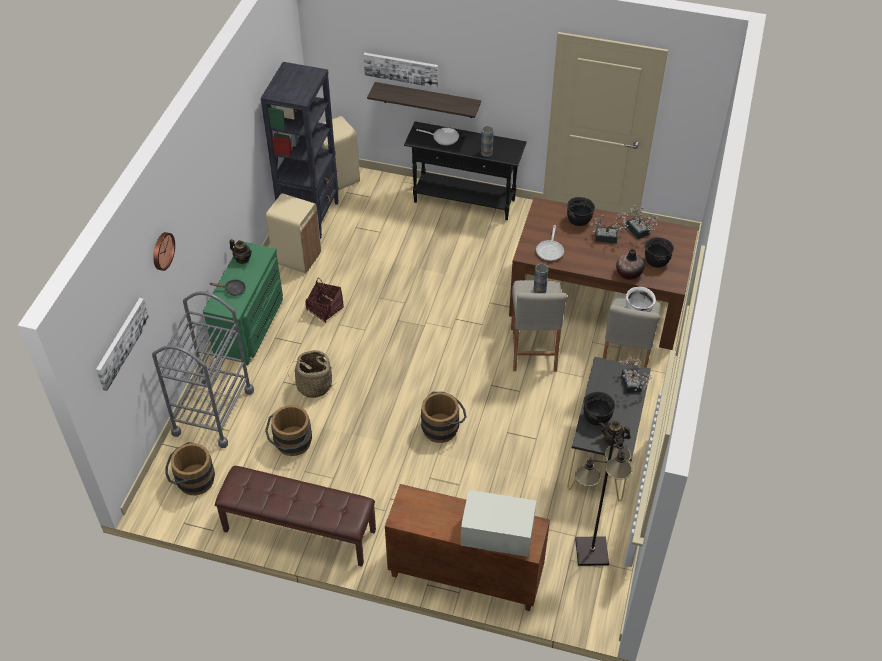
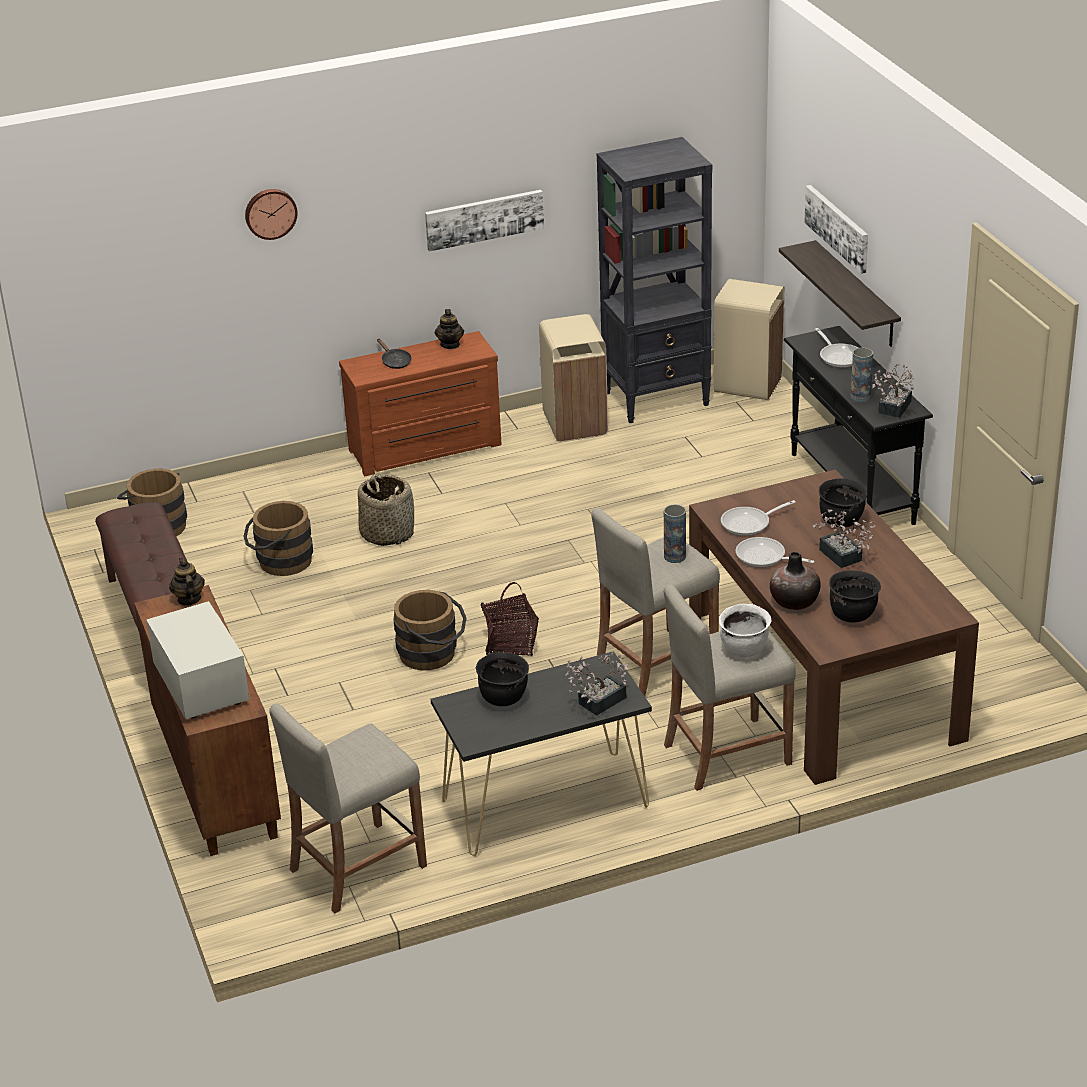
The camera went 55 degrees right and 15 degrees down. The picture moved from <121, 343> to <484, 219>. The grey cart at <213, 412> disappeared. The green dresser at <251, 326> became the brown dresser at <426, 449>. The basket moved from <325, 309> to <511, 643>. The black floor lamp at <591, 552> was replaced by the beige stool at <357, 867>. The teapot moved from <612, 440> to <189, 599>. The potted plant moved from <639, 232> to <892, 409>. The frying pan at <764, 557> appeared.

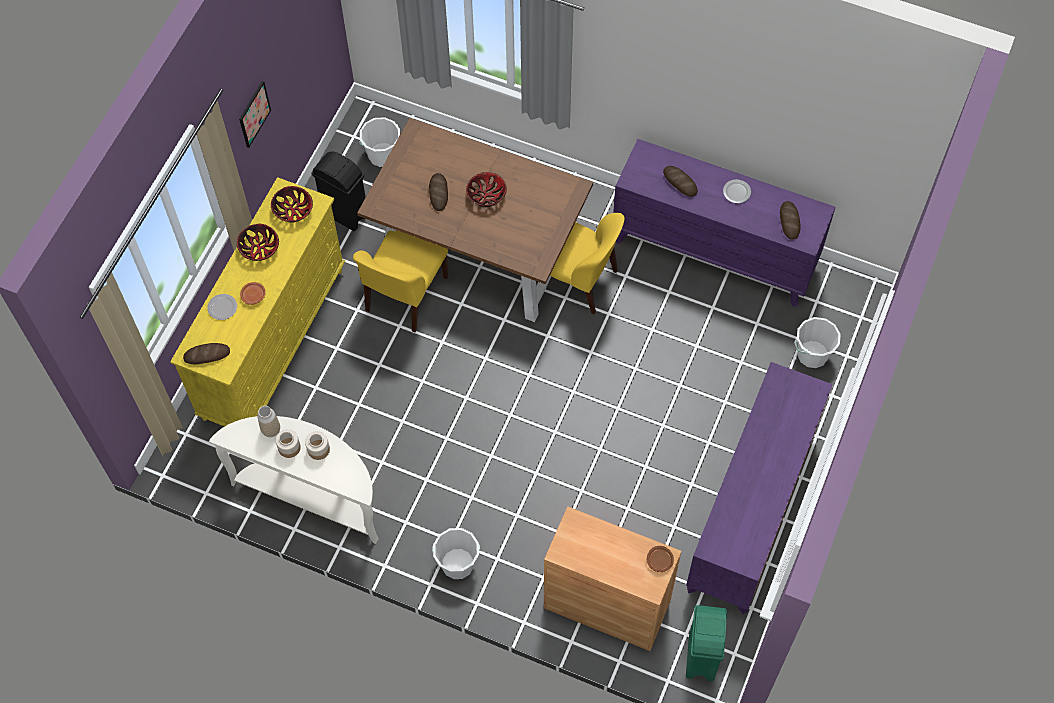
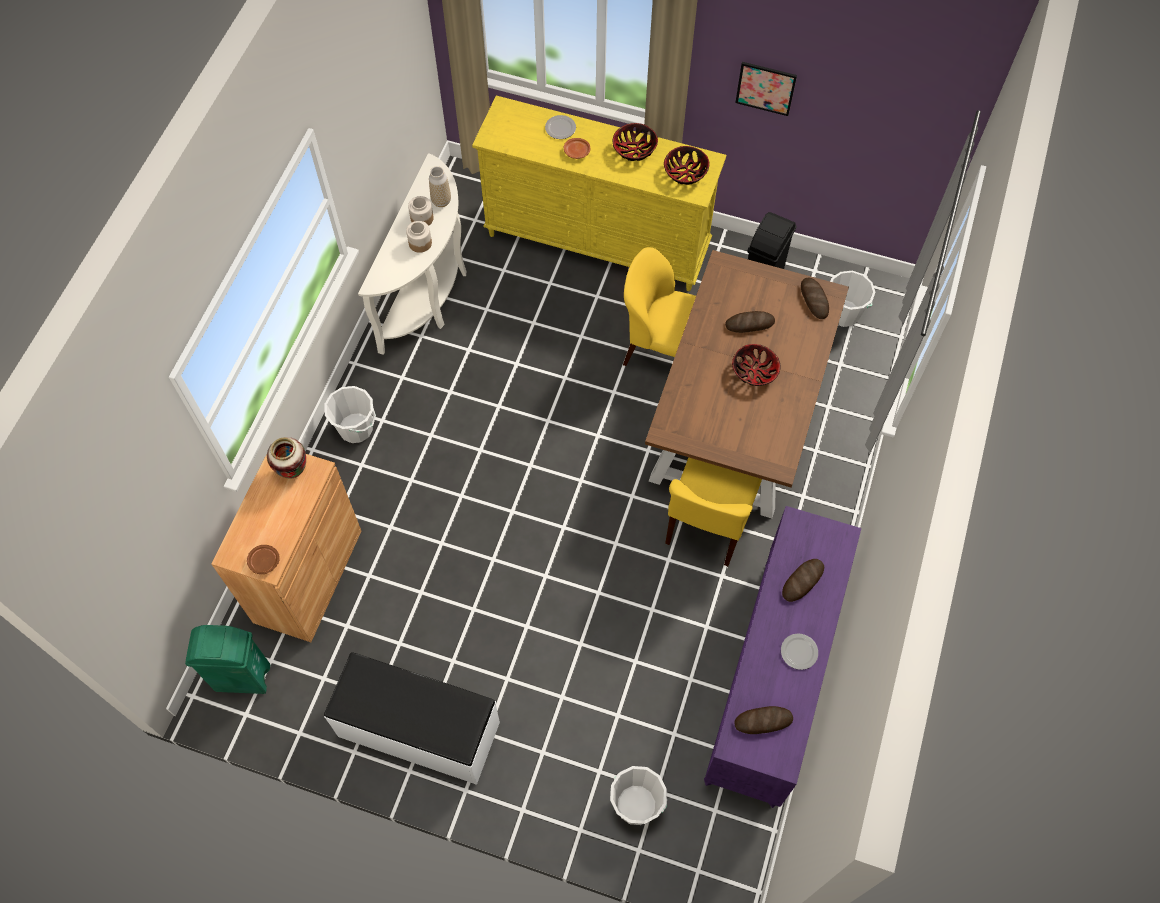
The camera went 85 degrees right and 0 degrees up. The bread moved from <207, 355> to <814, 300>. The purple dresser at <751, 512> was replaced by the white bench at <418, 730>. The vase at <293, 471> appeared.

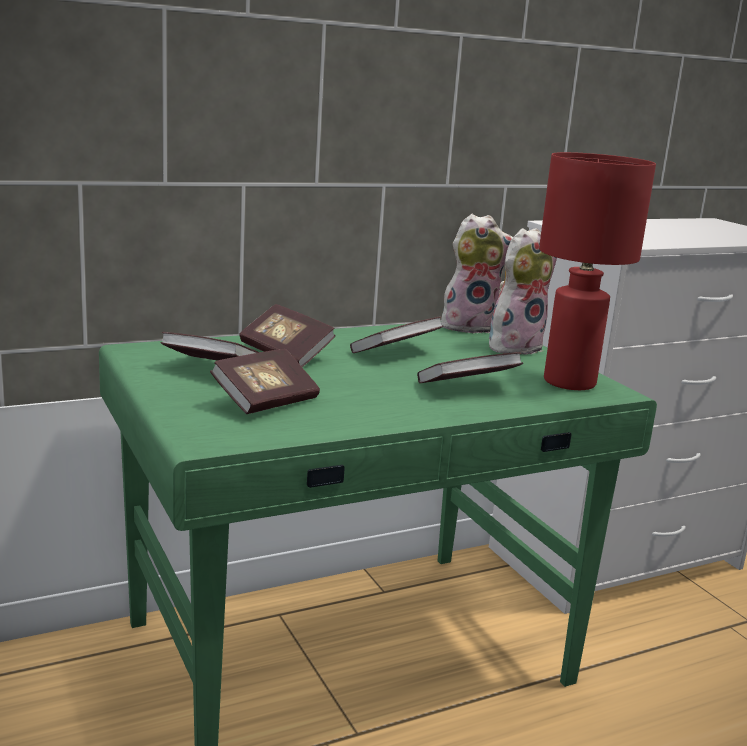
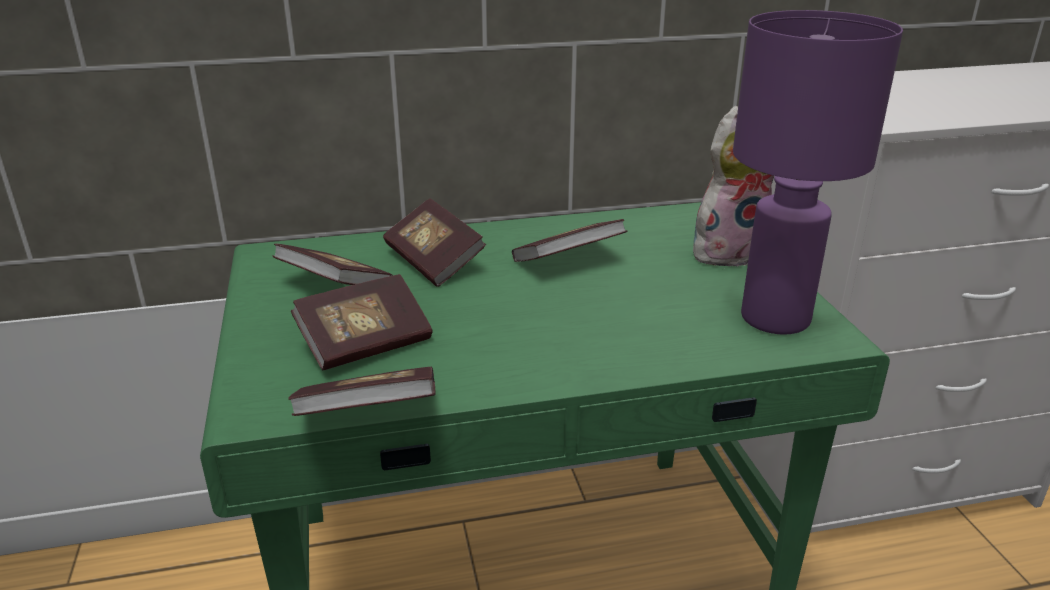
The camera went 15 degrees right and 10 degrees up. The book moved from <467, 387> to <368, 416>. The plush toy at <470, 326> disappeared. The red table lamp at <570, 383> became the purple table lamp at <776, 319>.

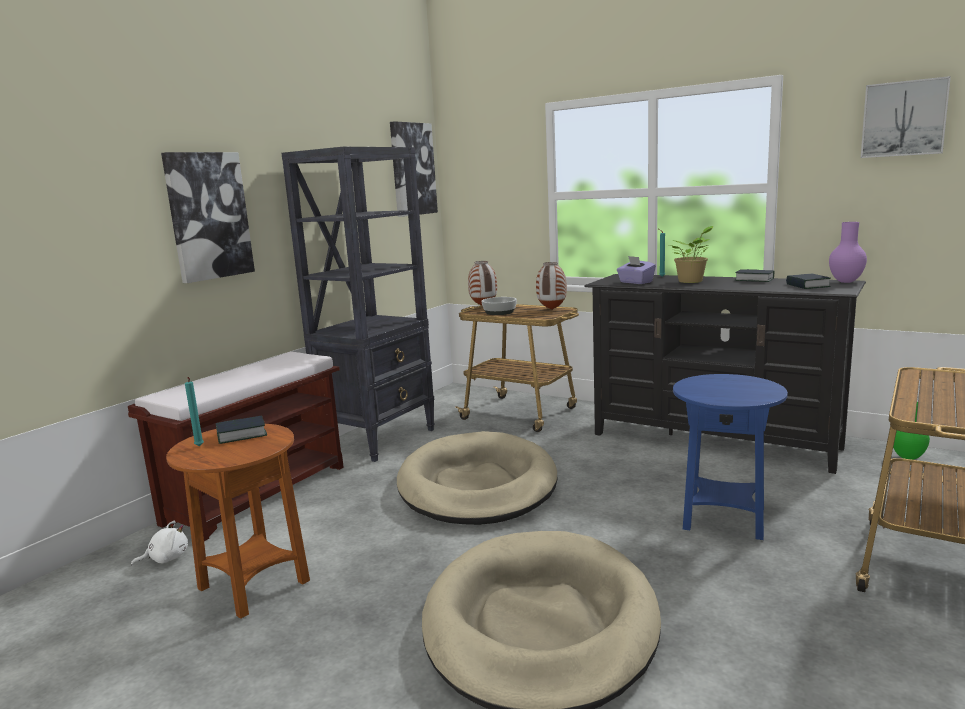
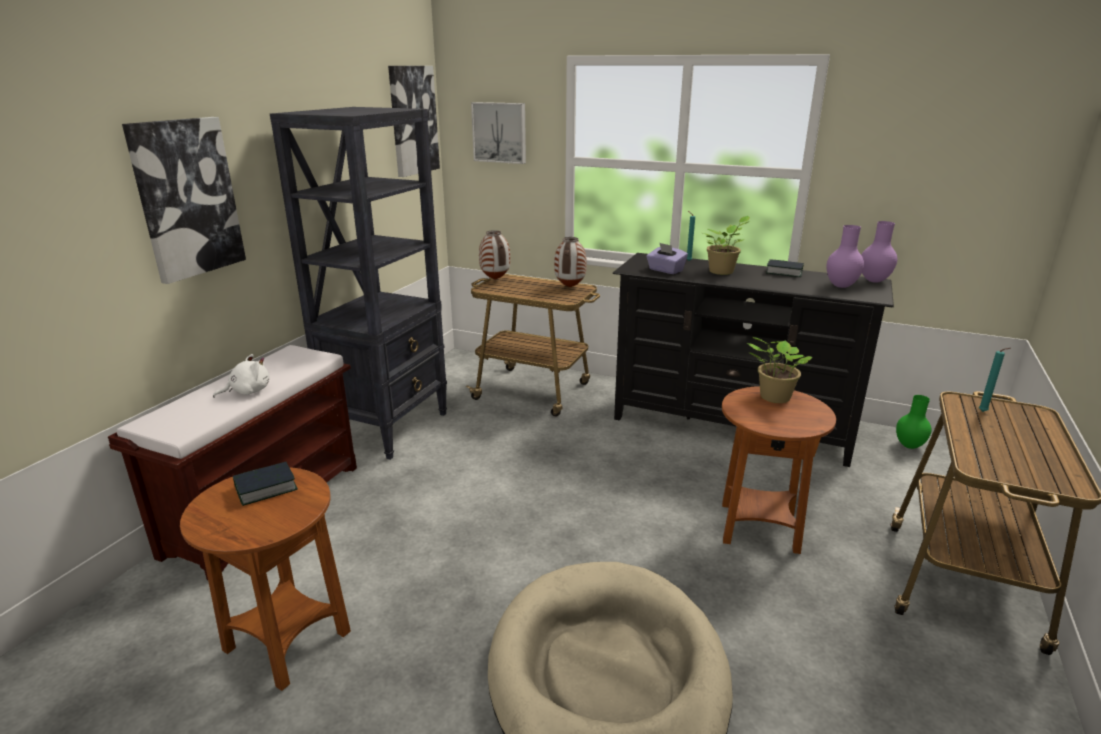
The camera went 10 degrees left and 10 degrees up. The white plush toy moved from <166, 558> to <248, 391>. The turquoise candle moved from <199, 446> to <984, 412>. The beige dog bed at <477, 485> disappeared. The bowl at <500, 312> disappeared. The blue side table at <724, 519> became the brown side table at <759, 528>. The book at <807, 286> was replaced by the purple vase at <840, 286>. The picture moved from <904, 119> to <500, 132>. The potted plant at <773, 397> appeared.

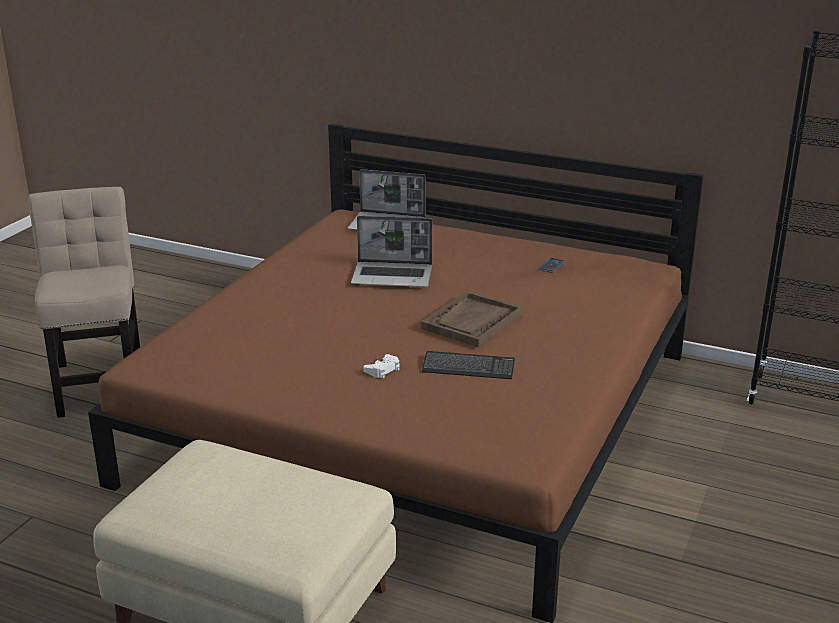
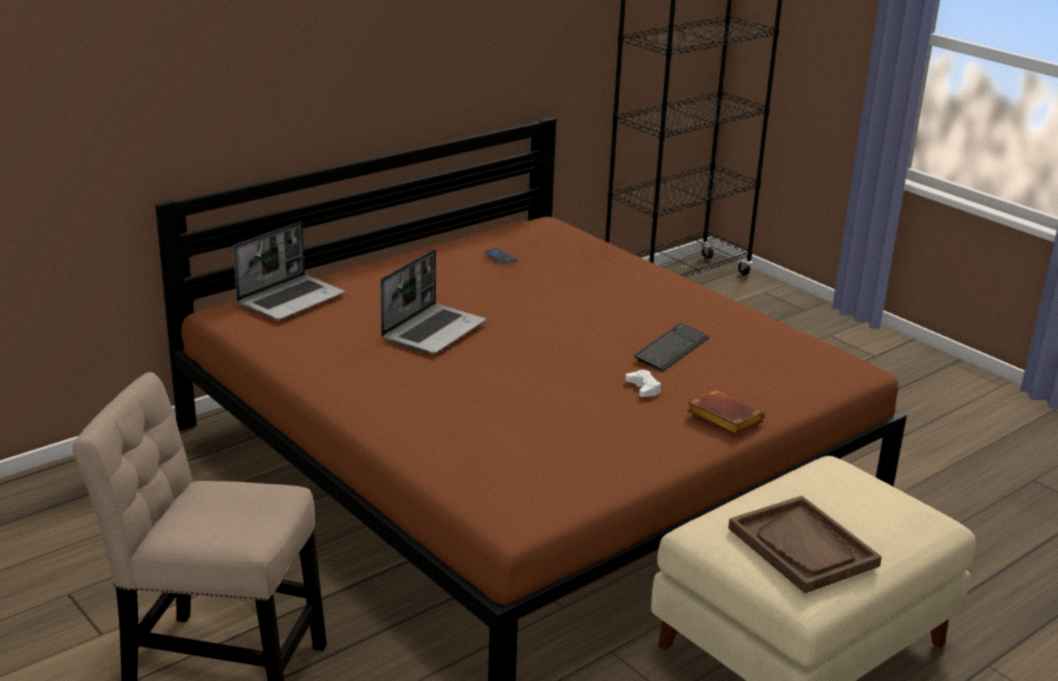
The camera went 65 degrees left and 0 degrees up. The brown tray moved from <472, 321> to <803, 547>. The brown book at <721, 418> appeared.

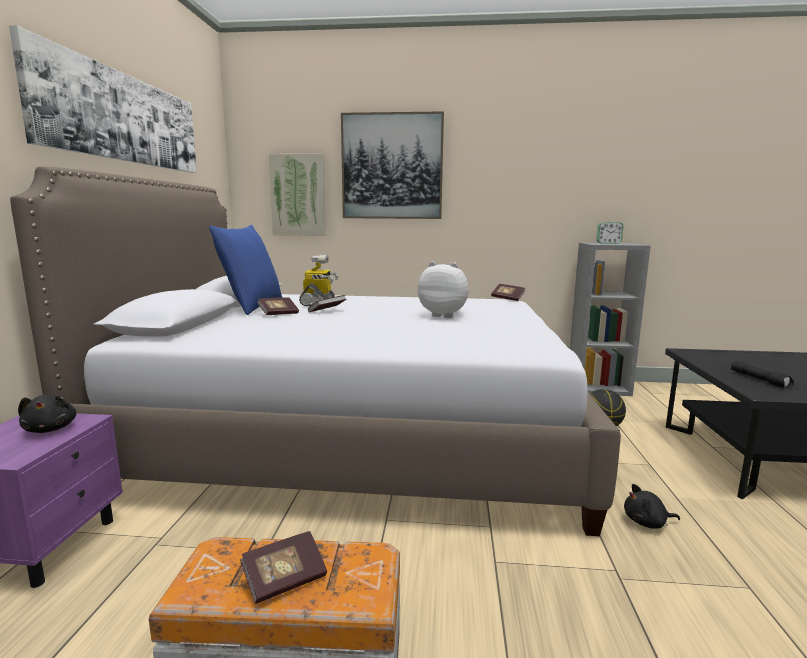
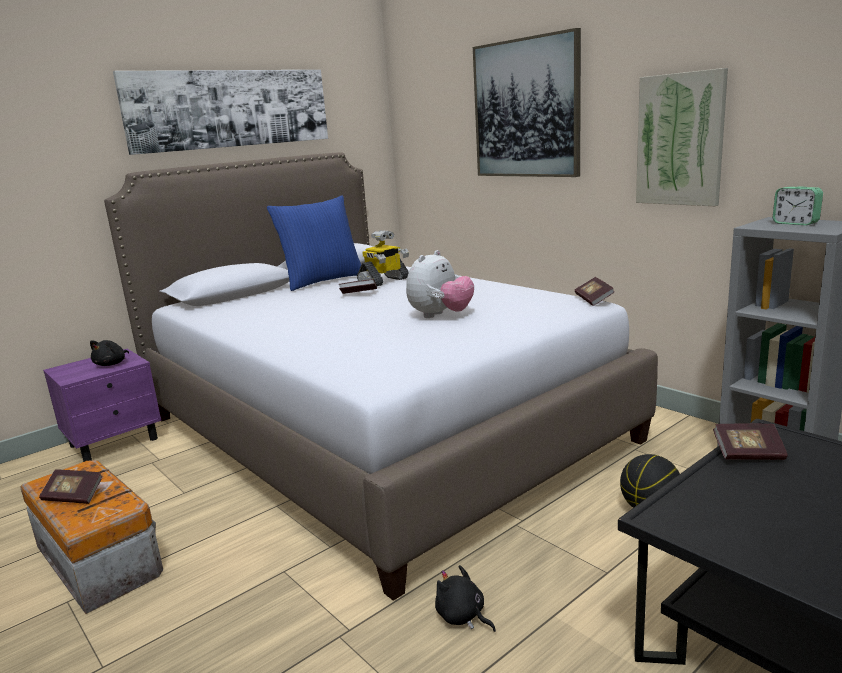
The camera went 45 degrees right and 5 degrees up. The book moved from <278, 314> to <748, 454>. The picture moved from <298, 195> to <680, 140>. The plush toy at <444, 315> turned 60 degrees clockwise. The black flashlight at <760, 379> disappeared.

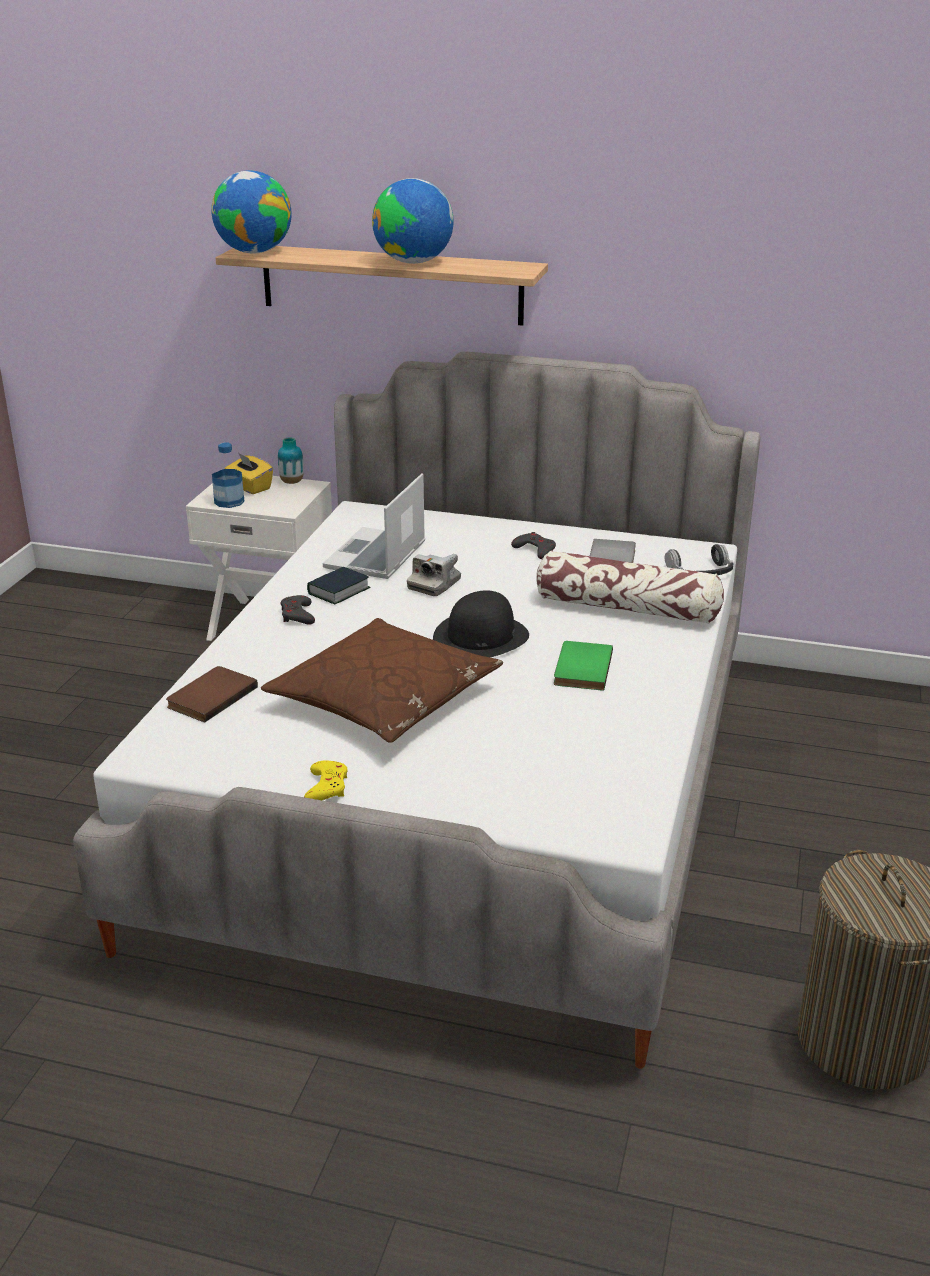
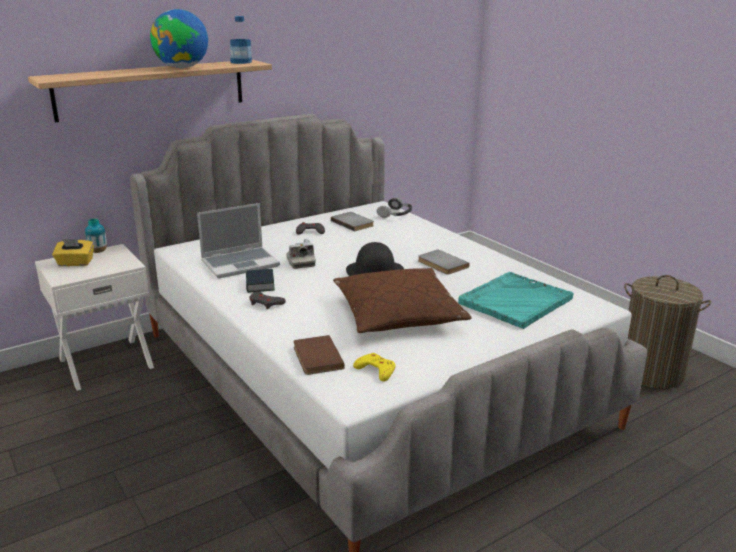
The camera went 50 degrees left and 5 degrees down. The globe at <254, 252> disappeared. The bottle moved from <229, 502> to <241, 62>. The yellow game controller moved from <326, 787> to <376, 370>. The laptop at <376, 557> turned 90 degrees counterclockwise. The pillow at <627, 608> disappeared. The green book at <580, 668> became the grey book at <441, 264>. The turquoise tray at <514, 301> appeared.

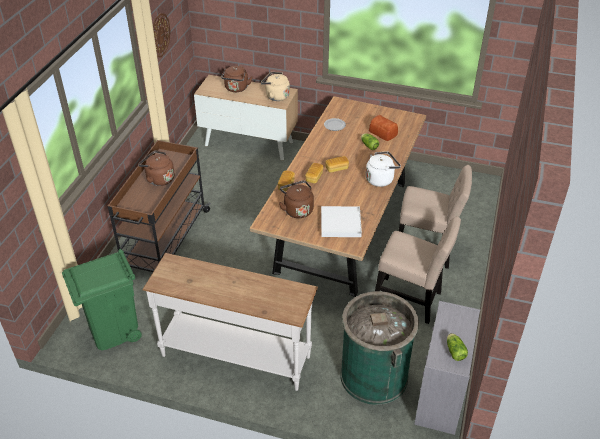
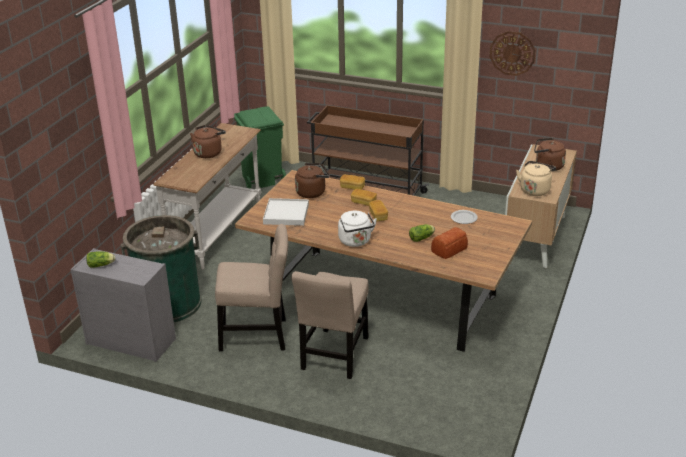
The camera went 95 degrees right and 10 degrees down. The brown kettle moved from <159, 179> to <209, 152>. The beige chair at <410, 300> turned 120 degrees counterclockwise.

